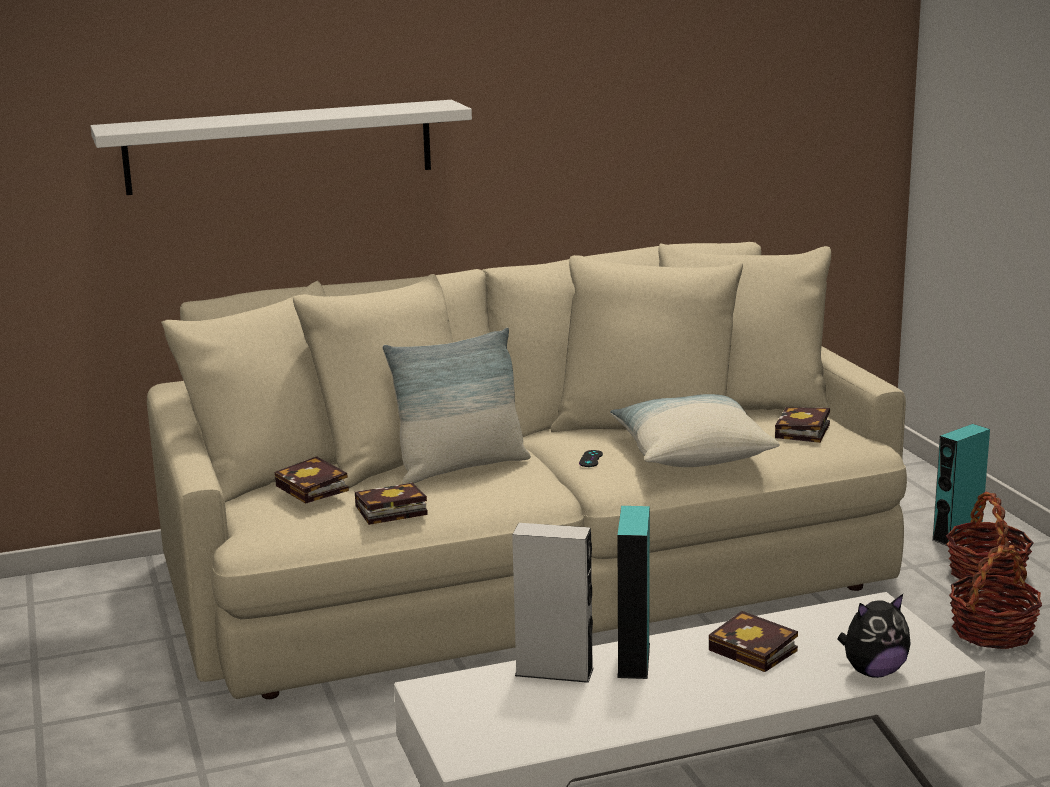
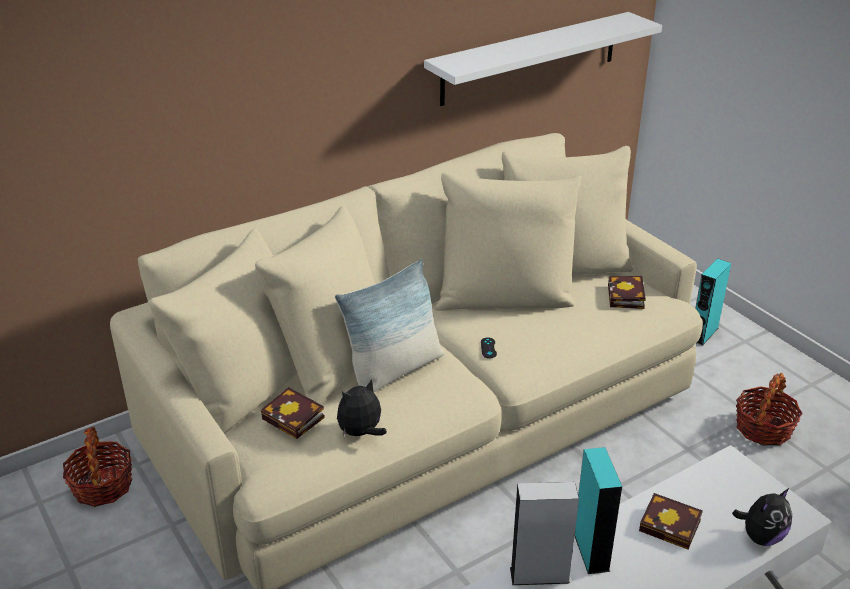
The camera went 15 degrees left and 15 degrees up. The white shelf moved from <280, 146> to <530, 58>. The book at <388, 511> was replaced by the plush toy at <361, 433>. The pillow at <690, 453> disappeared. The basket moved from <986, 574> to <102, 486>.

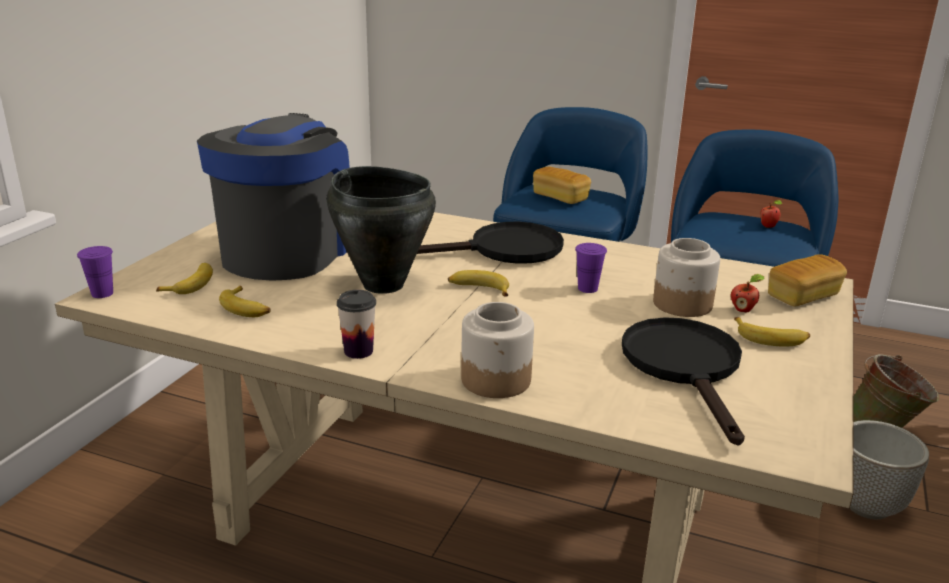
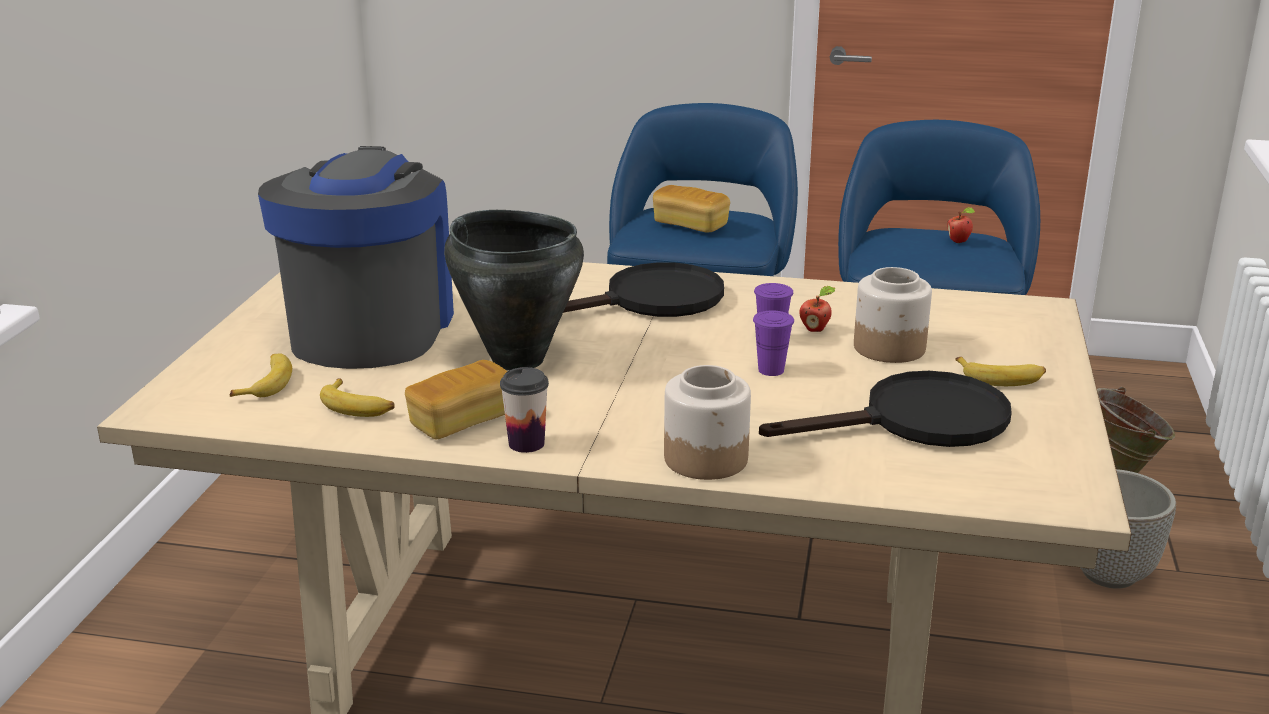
The camera went 10 degrees left and 0 degrees up. The purple cup moved from <102, 293> to <771, 370>. The banana at <479, 289> disappeared. The black frying pan at <686, 368> turned 90 degrees clockwise. The apple moved from <743, 310> to <815, 329>. The bread moved from <803, 296> to <461, 421>.

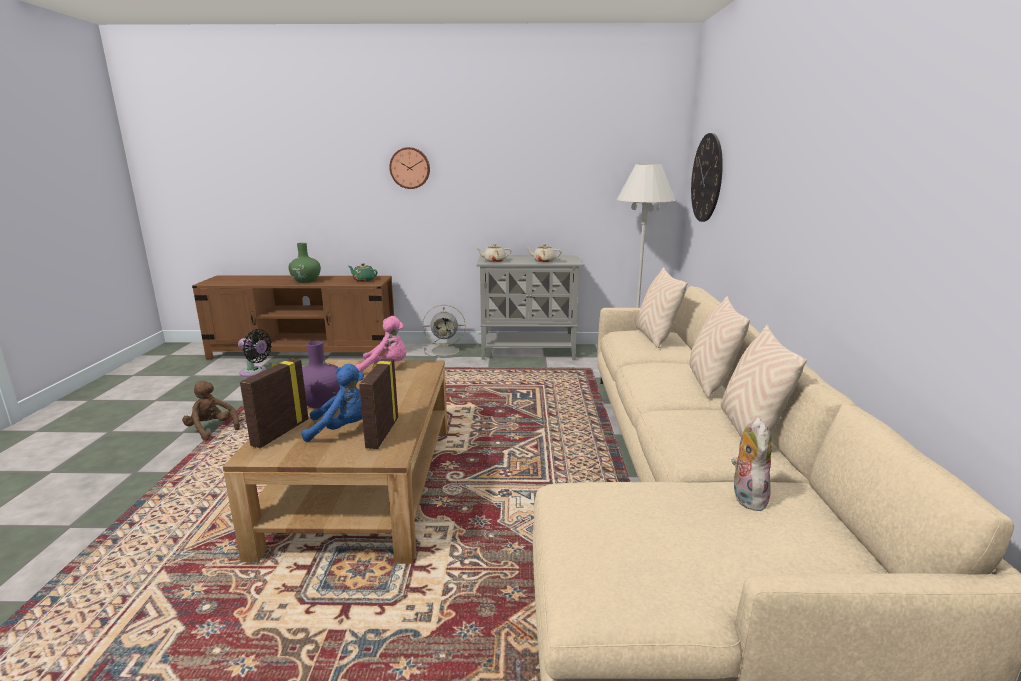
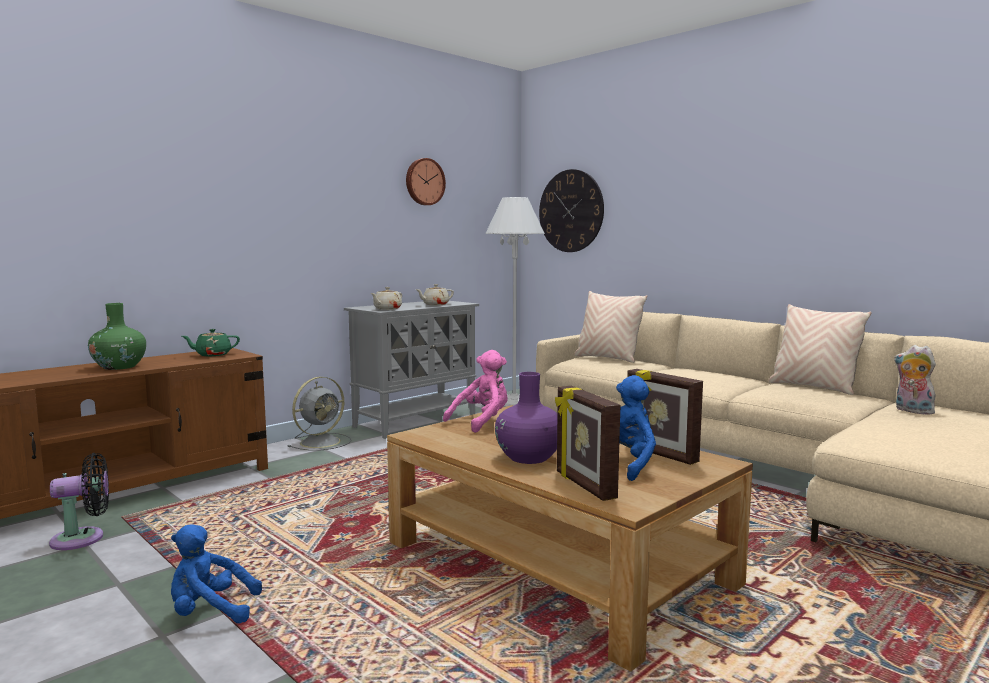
The camera went 45 degrees left and 10 degrees down. The brown plush toy at <212, 429> became the blue plush toy at <210, 612>. The wall clock moved from <410, 168> to <424, 182>. The beige pillow at <710, 382> disappeared.

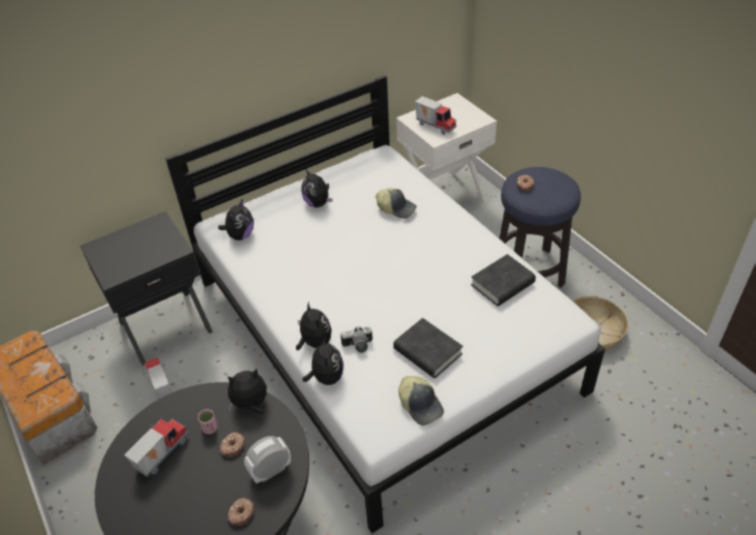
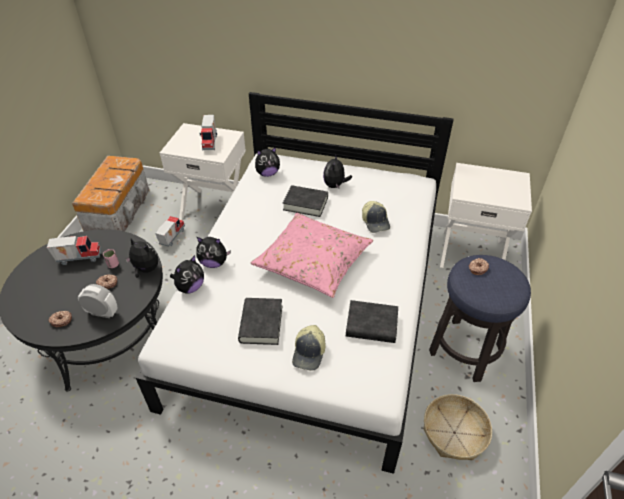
The camera went 45 degrees right and 0 degrees up. The black nightstand at <164, 325> became the white nightstand at <214, 207>. The plush toy at <315, 342> turned 75 degrees clockwise. The photo camera at <358, 346> disappeared. The cap moved from <421, 405> to <309, 353>. The toy truck moved from <435, 126> to <211, 142>. The pink pillow at <313, 261> appeared. The black book at <305, 204> appeared.

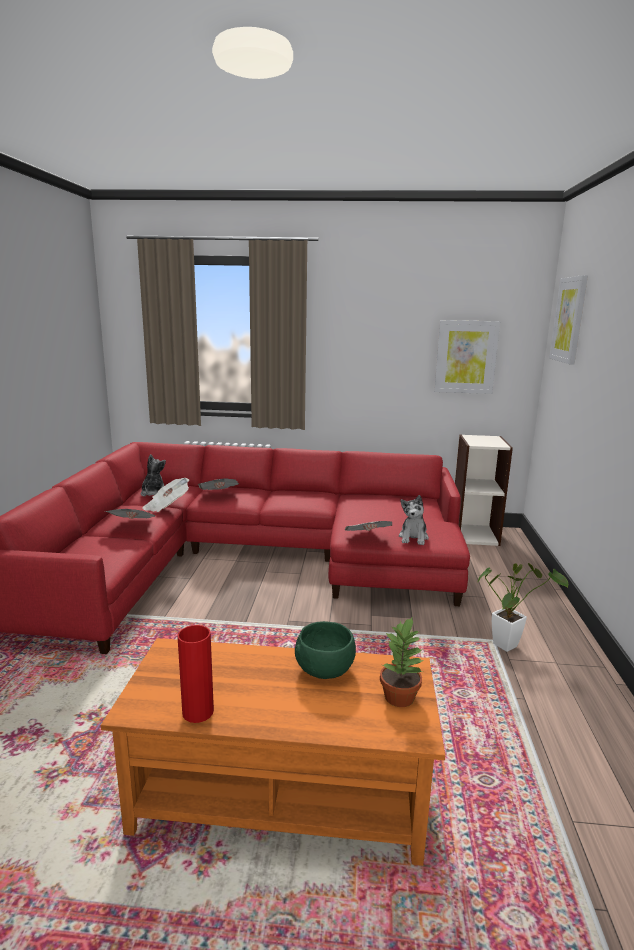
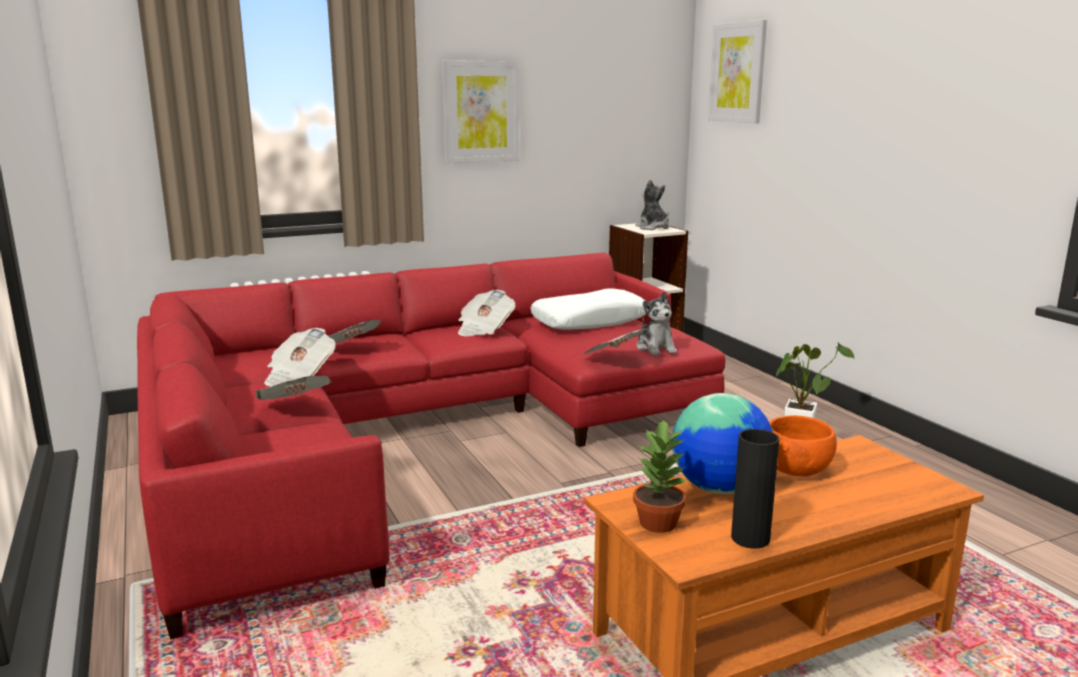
The camera went 30 degrees left and 0 degrees up. The plush toy moved from <153, 493> to <653, 228>. The red vase at <198, 712> became the black vase at <750, 538>. The green bowl at <324, 670> became the orange bowl at <796, 470>. The potted plant moved from <400, 697> to <659, 523>. The picture moved from <466, 357> to <480, 112>. The newspaper at <484, 329> appeared. The white pillow at <589, 321> appeared. The globe at <720, 488> appeared.

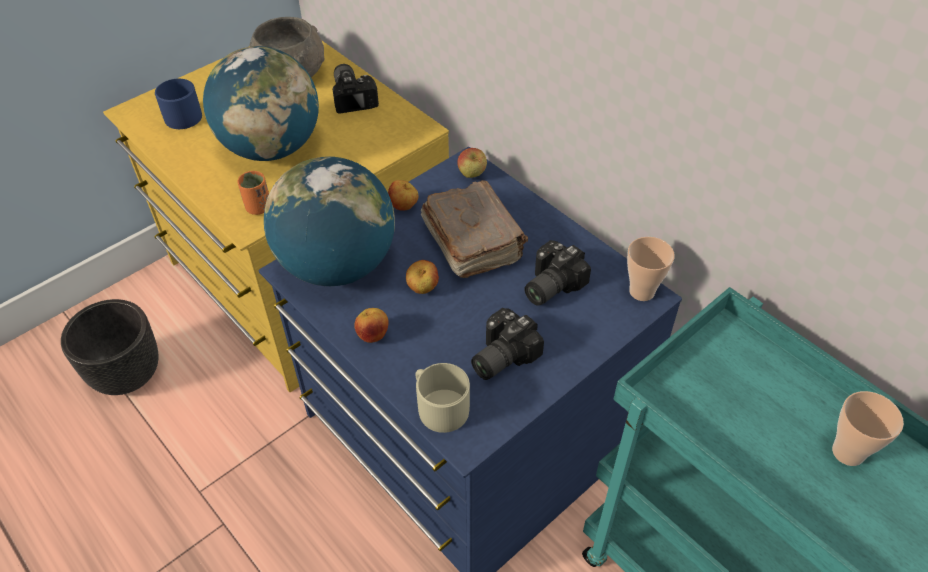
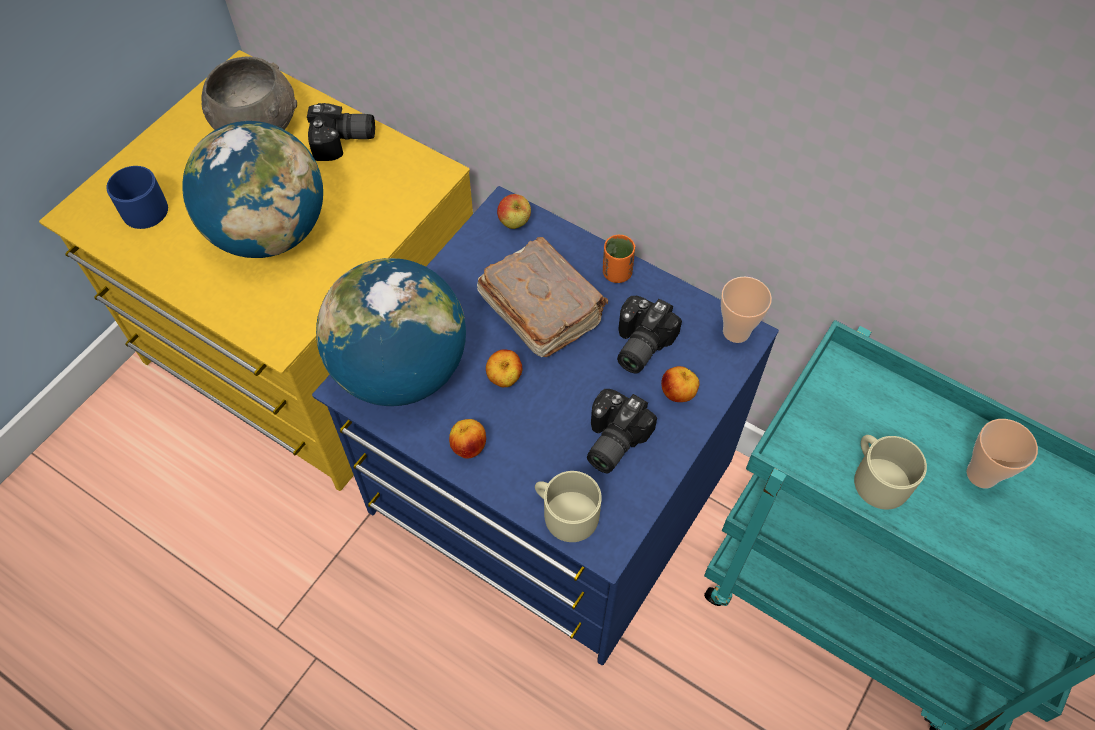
The camera went 15 degrees left and 10 degrees up. The black planter at <128, 374> disappeared. The orange cup moved from <258, 208> to <617, 273>. The photo camera at <354, 96> turned 120 degrees clockwise. The apple moved from <404, 207> to <678, 394>. The beige mug at <877, 477> appeared.

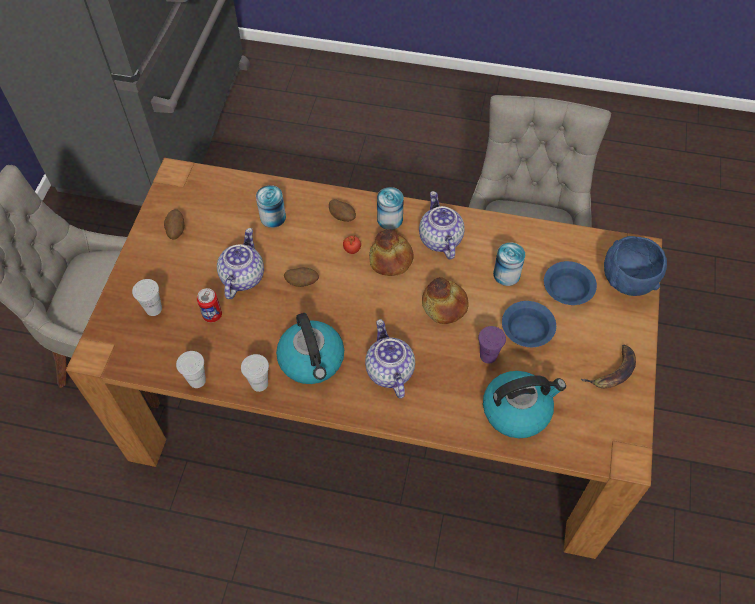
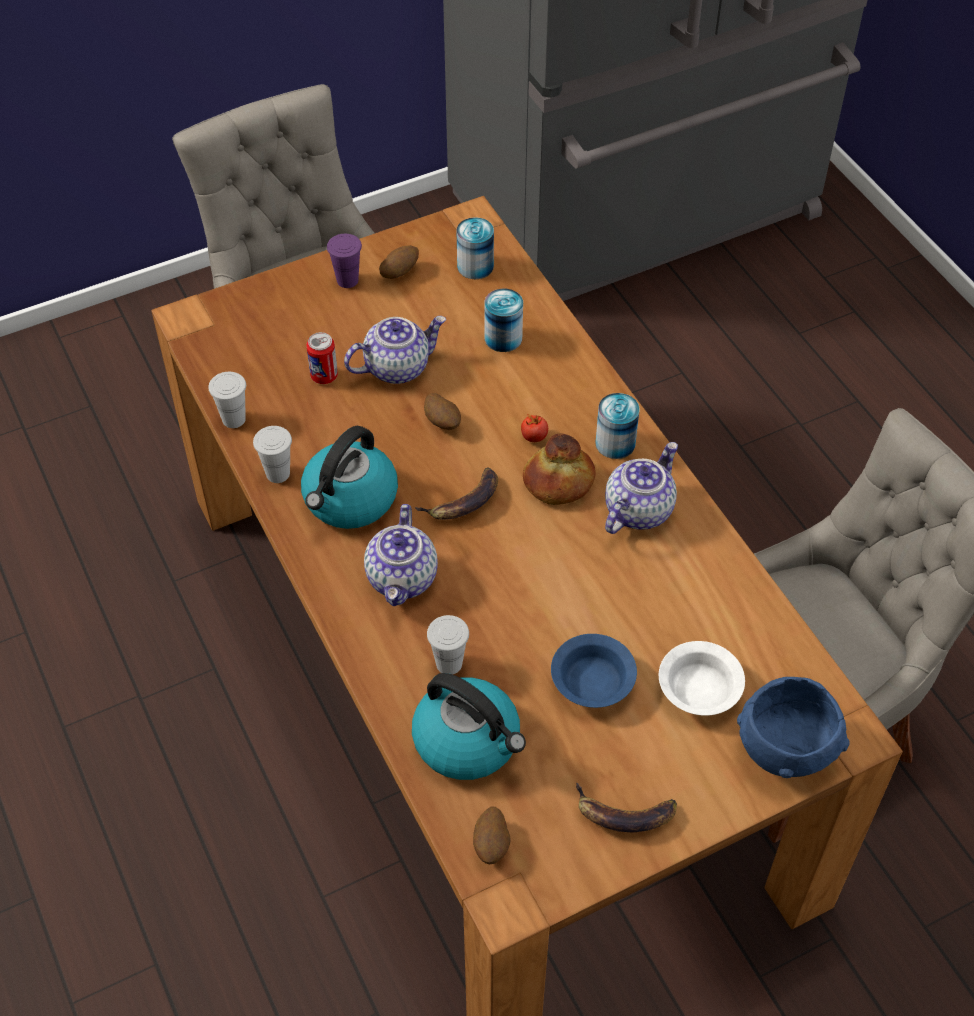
The camera went 50 degrees right and 5 degrees down. The white cup moved from <153, 309> to <449, 663>. The potato moved from <342, 217> to <491, 844>. The teapot at <389, 371> turned 150 degrees clockwise. The bread at <445, 305> disappeared. The purple cup moved from <488, 356> to <347, 280>. The can moved from <506, 274> to <475, 266>. The blue bowl at <568, 292> became the white bowl at <698, 691>. The banana at <464, 502> appeared.

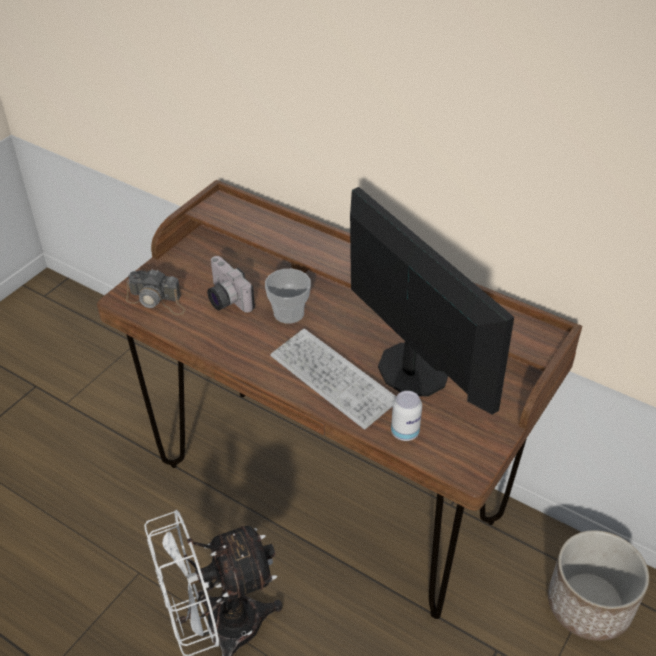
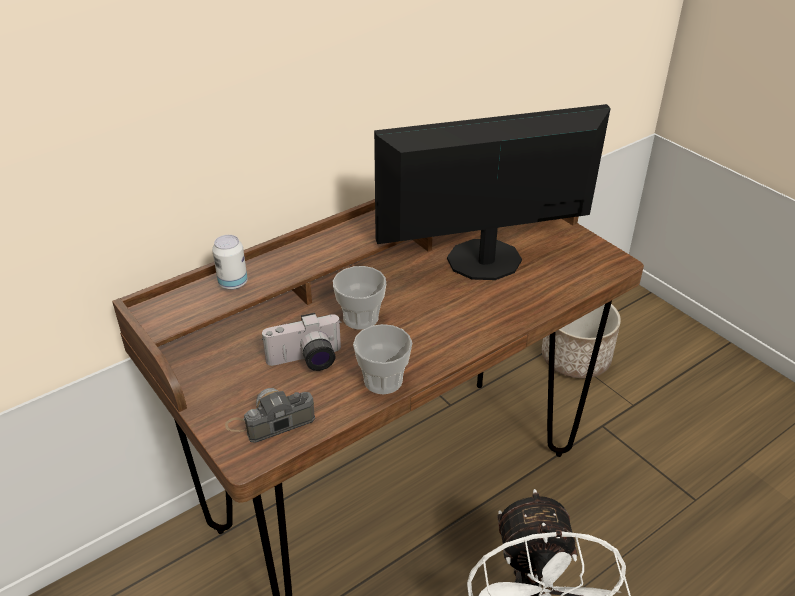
The camera went 70 degrees left and 5 degrees down. The photo camera at <157, 301> turned 150 degrees counterclockwise. The keyboard at <333, 379> disappeared. The can moved from <405, 432> to <233, 283>. The cup at <383, 380> appeared.

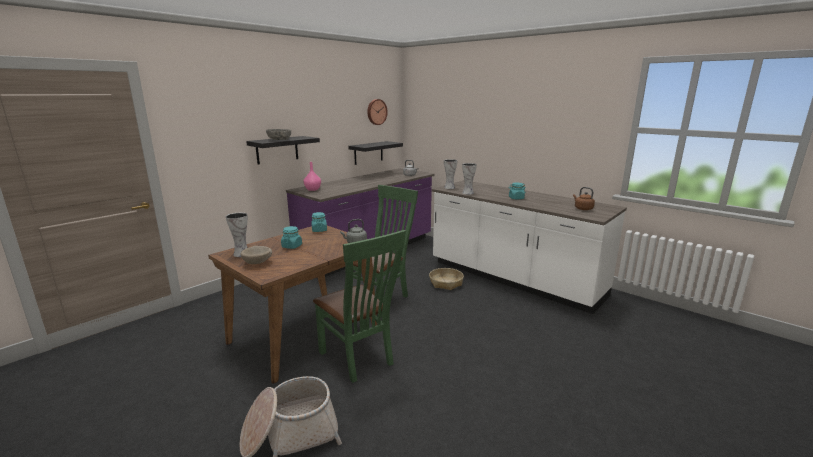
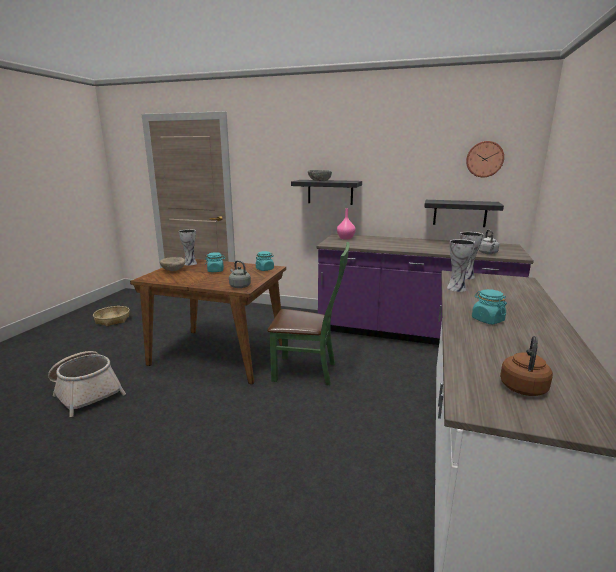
The camera went 65 degrees right and 0 degrees up. The green chair at <359, 359> disappeared. The basket moved from <446, 283> to <112, 320>.

